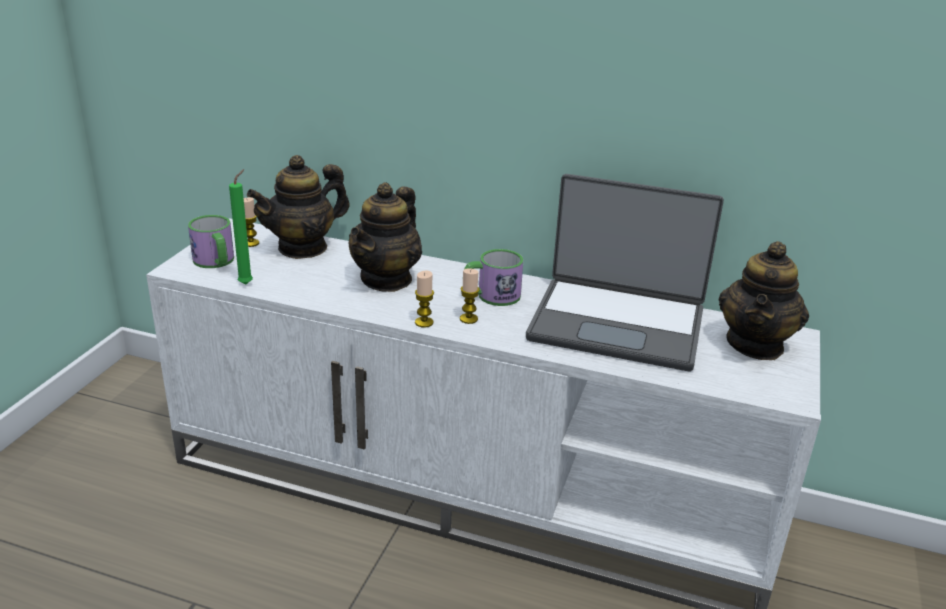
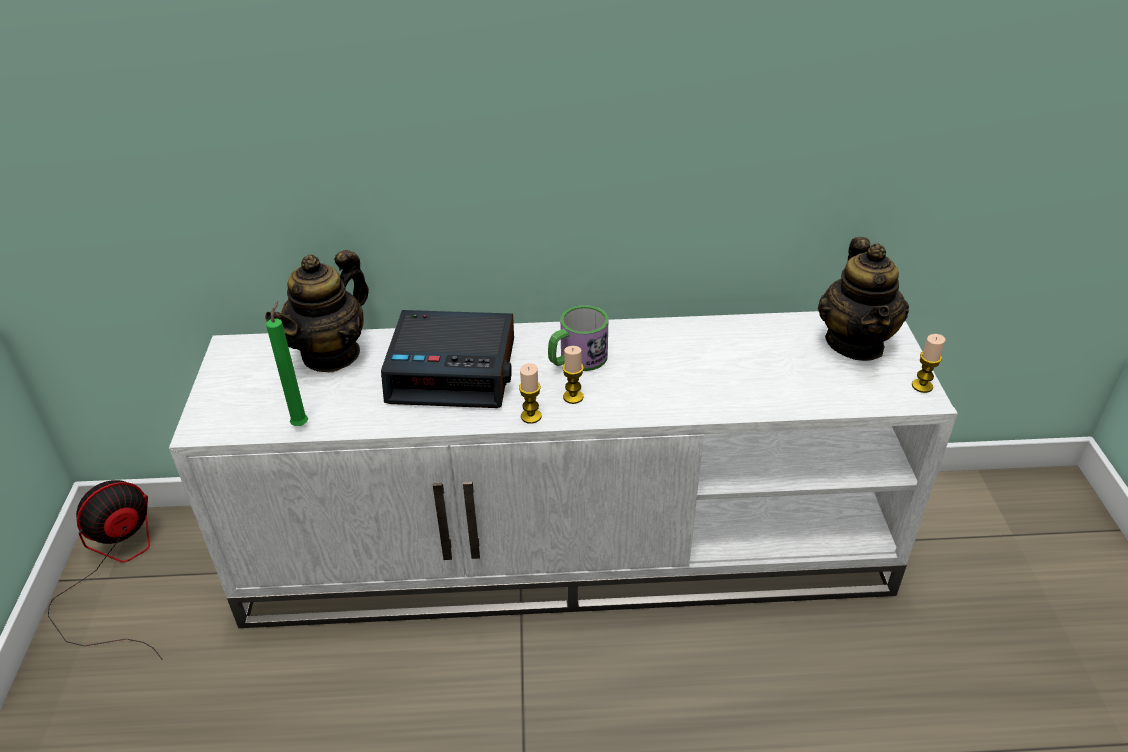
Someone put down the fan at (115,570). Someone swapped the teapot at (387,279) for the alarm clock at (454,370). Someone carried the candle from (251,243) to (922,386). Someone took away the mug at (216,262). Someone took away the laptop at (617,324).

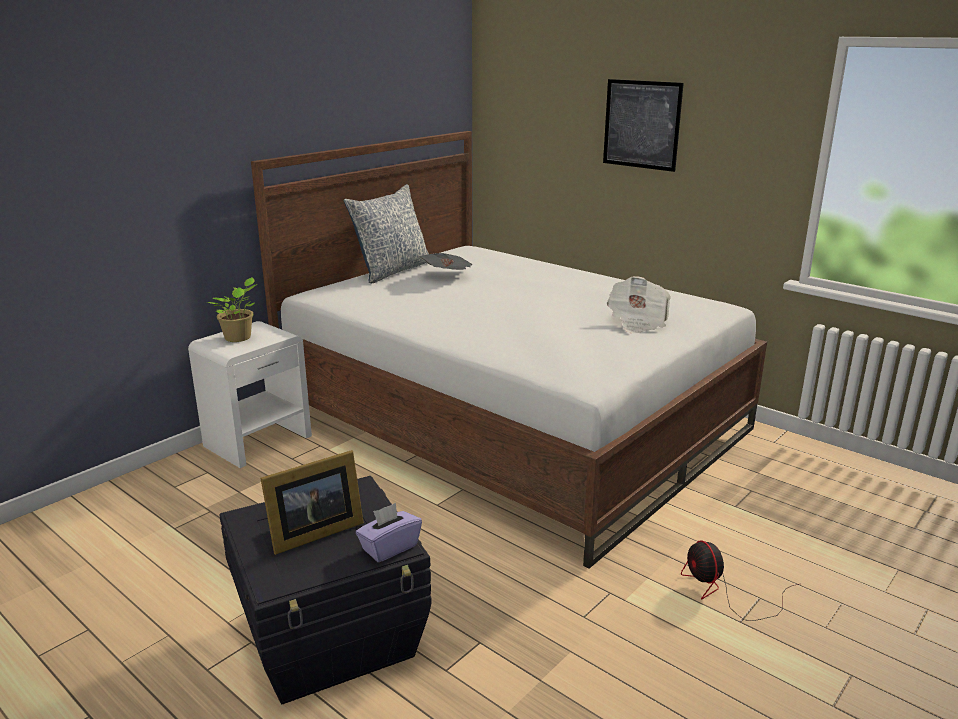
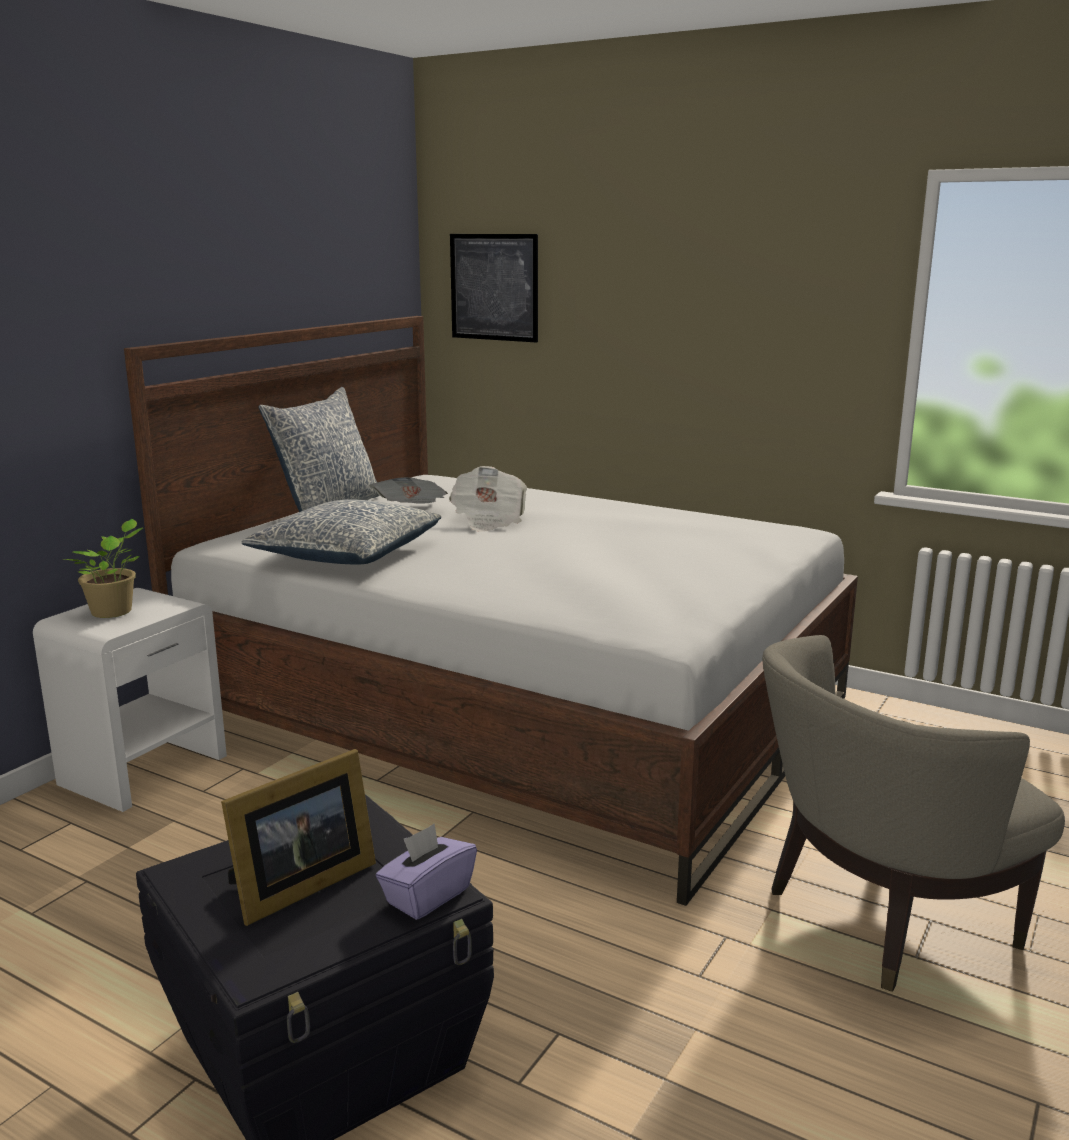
Someone put down the pillow at (347,554). Someone carried the newspaper from (637,322) to (488,520). Someone carried the picture from (641,124) to (494,287). Someone swapped the fan at (724,592) for the armchair (beige) at (881,918).

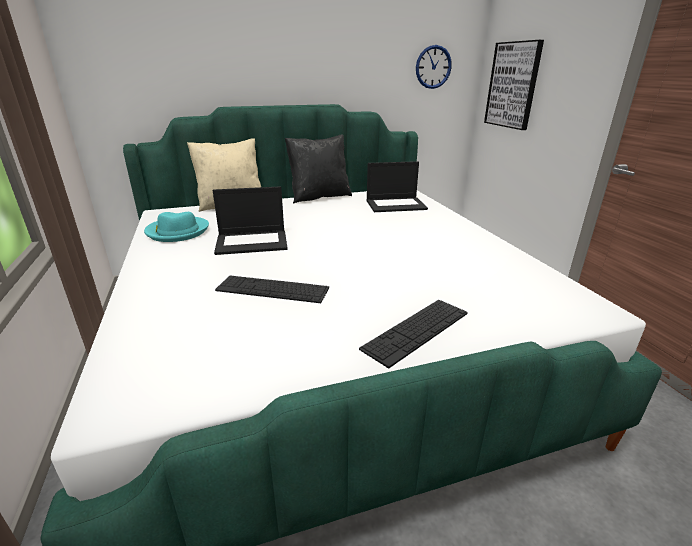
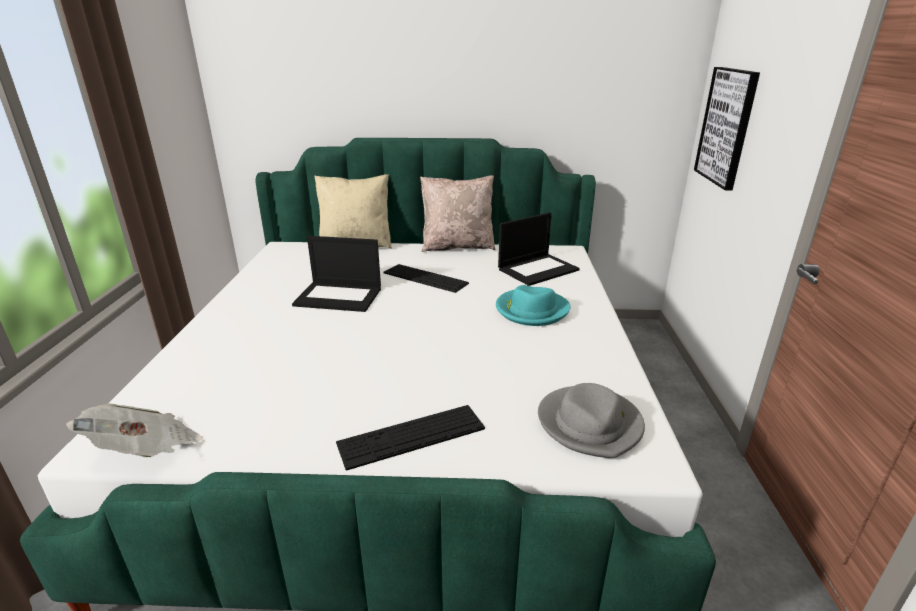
Someone put down the newspaper at (147,450). Someone carried the keyboard from (272,289) to (425,278). Someone repainted the pillow (black) at (319,197), which became the pillow (beige) at (457,246). Someone carried the hat (turquoise) from (177,231) to (531,310). Someone rotated the laptop at (396,204) by 45 degrees counterclockwise. Someone put down the hat (grey) at (590,424). Someone took away the wall clock at (433,67).

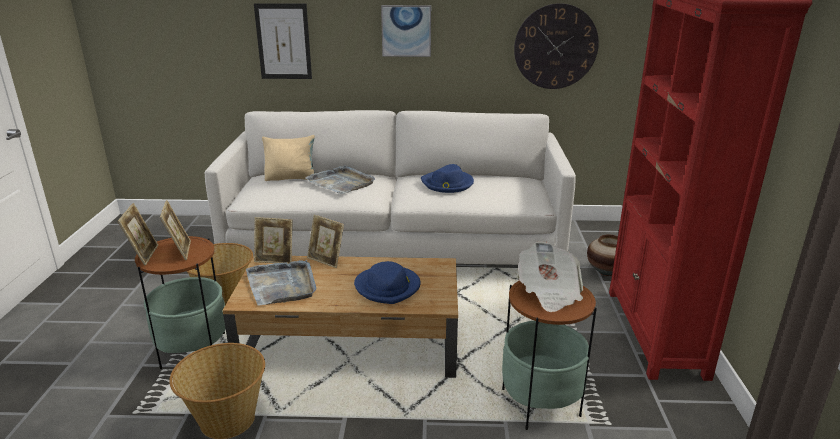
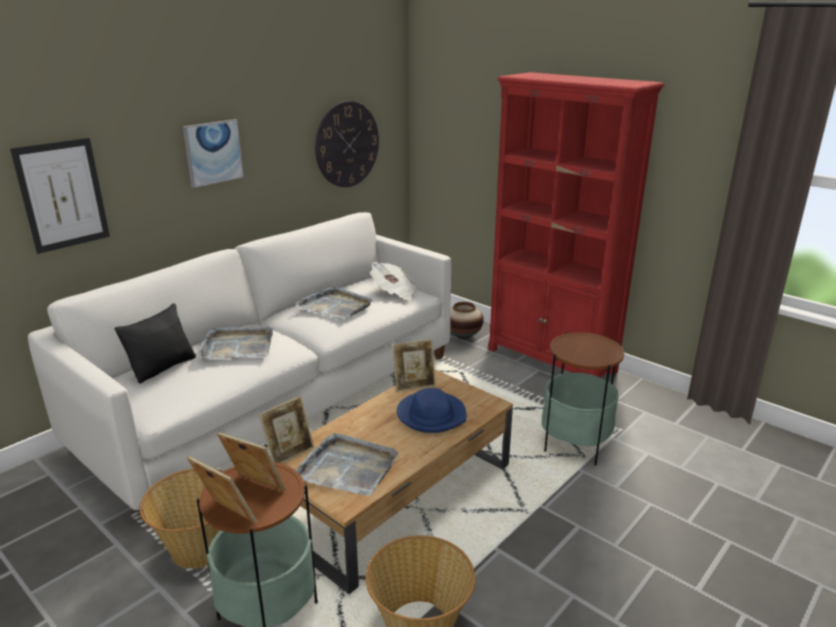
Someone repainted the pillow (beige) at (291,178), which became the pillow (black) at (163,367). Someone swapped the hat (blue) at (447,184) for the tray (grey) at (335,306). Someone carried the newspaper from (548,292) to (394,292). Someone carried the picture frame from (326,260) to (414,385).

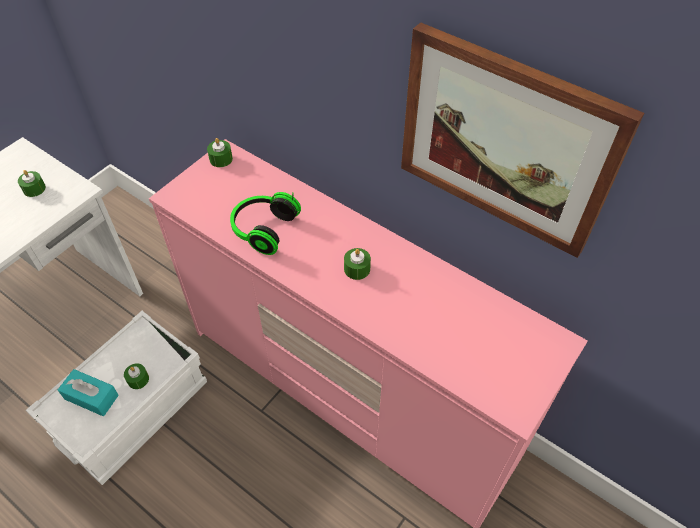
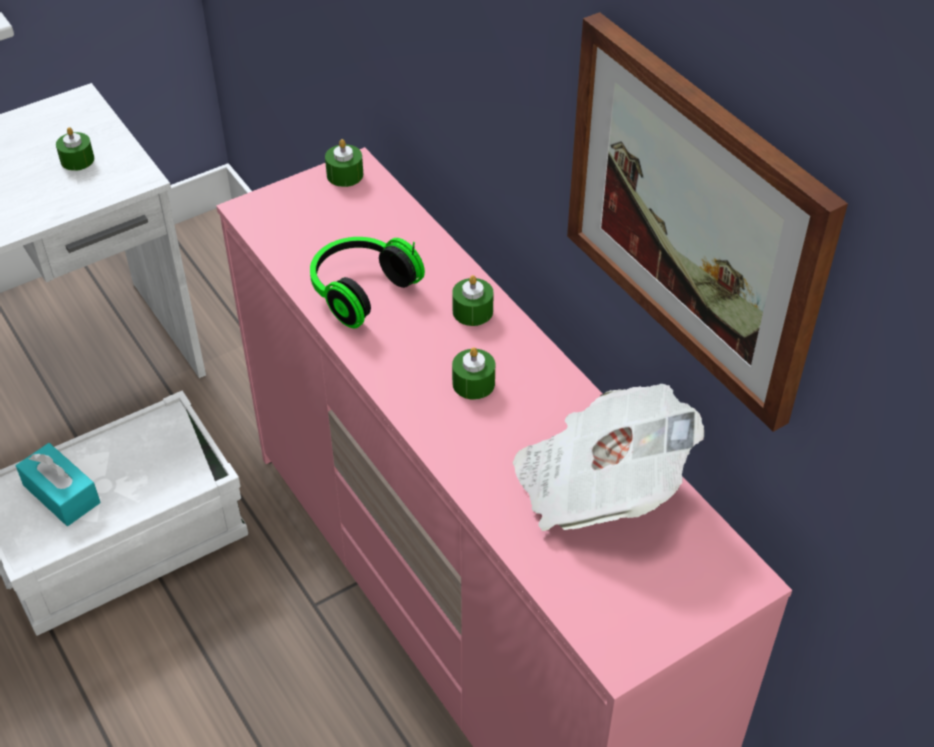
Someone carried the candle (green) from (138,379) to (472,311). Someone put down the newspaper at (598,486).

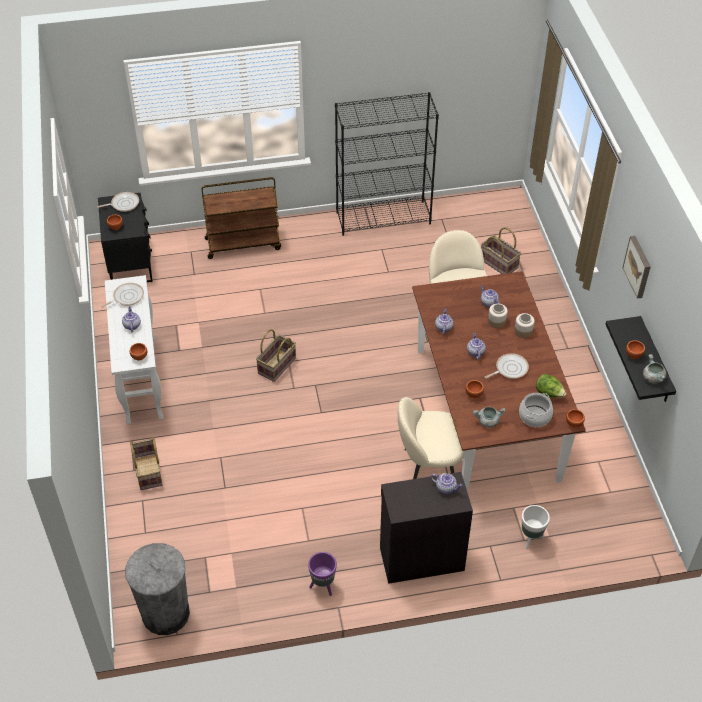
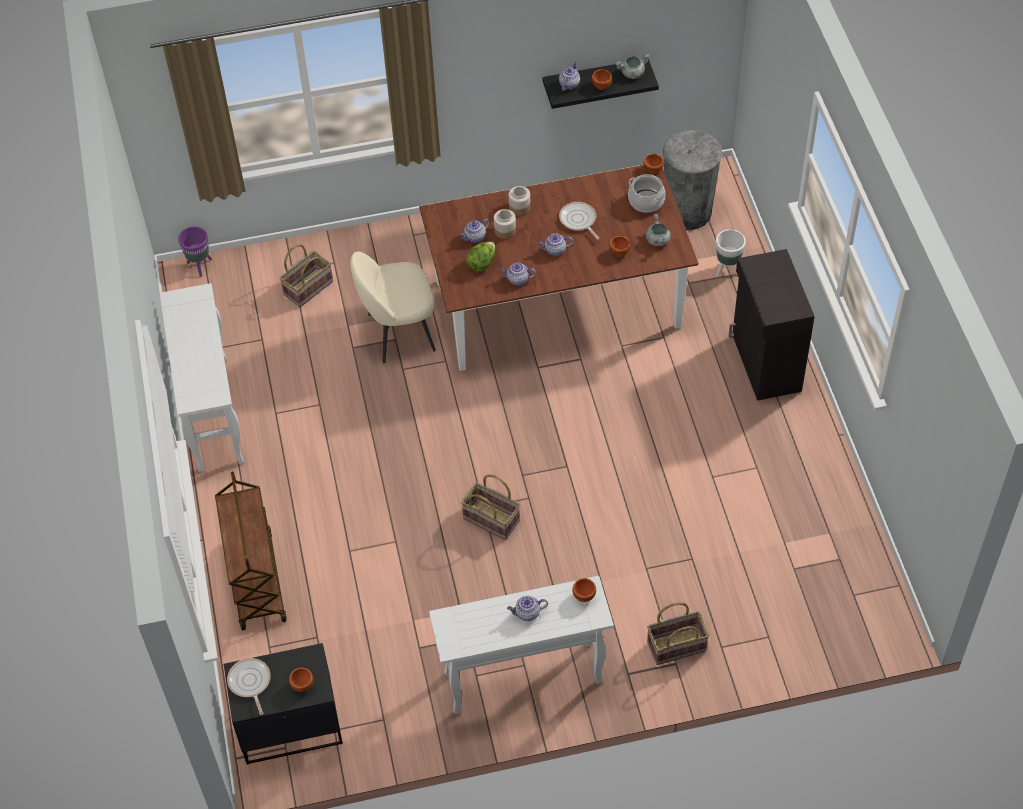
Someone swapped the bookcase (black) at (384,218) for the console table (white) at (212,412). Someone carried the planter (purple) from (323,586) to (200,266). Someone carried the lettuce from (549,393) to (481,263). Someone carried the teapot from (446,488) to (569,84). Someone carried the trash can (grey) from (165,613) to (687,212). Someone took away the frying pan at (126,297). Someone took away the chair (beige) at (428,470). Someone took away the picture at (638,266).

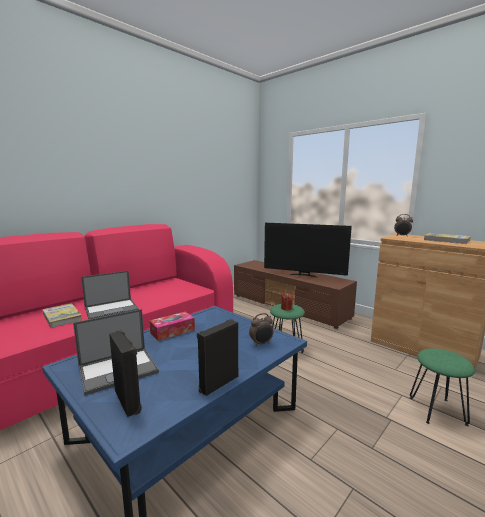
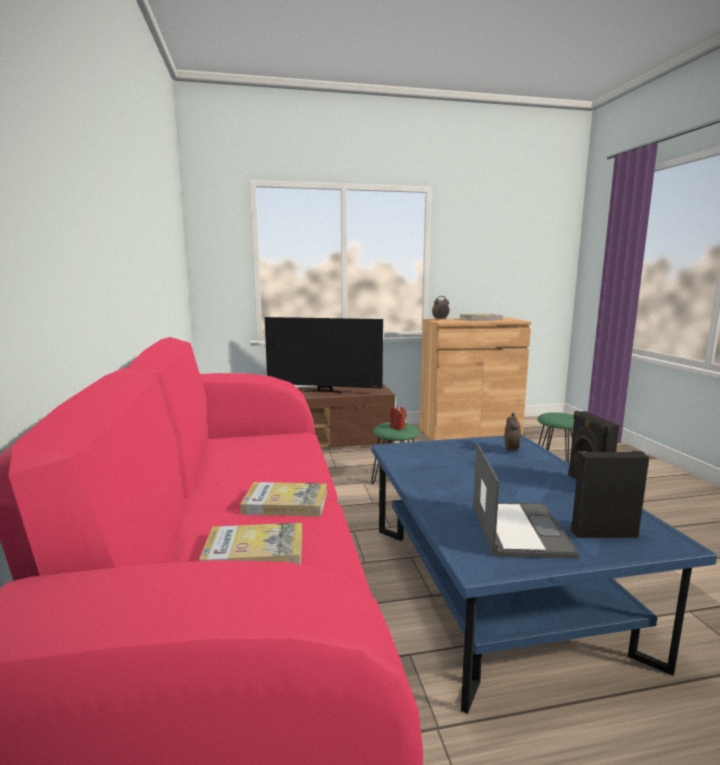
Someone swapped the laptop at (112,309) for the book at (285,503). Someone rotated the television at (304,275) by 45 degrees clockwise. Someone took away the tissue box at (172,331).

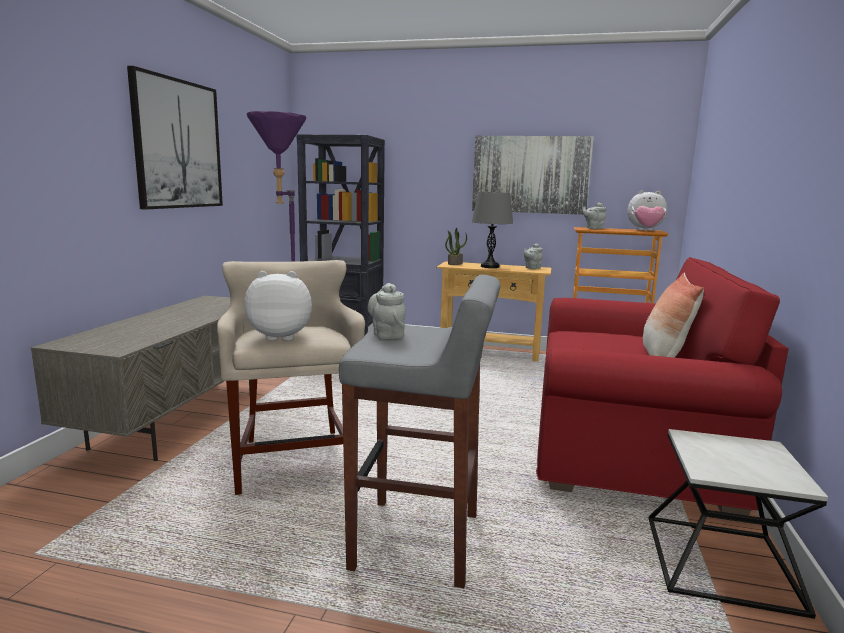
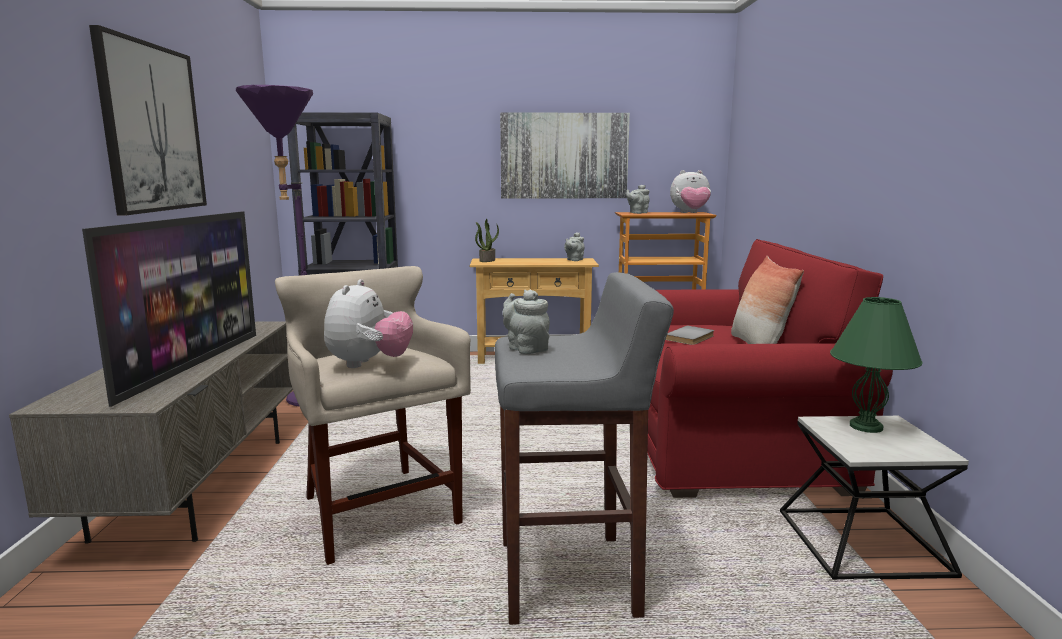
Someone put down the television at (192,365). Someone rotated the plush toy at (281,337) by 120 degrees clockwise. Someone put down the book (grey) at (691,338). Someone put down the table lamp (green) at (866,427). Someone took away the table lamp (grey) at (490,266).

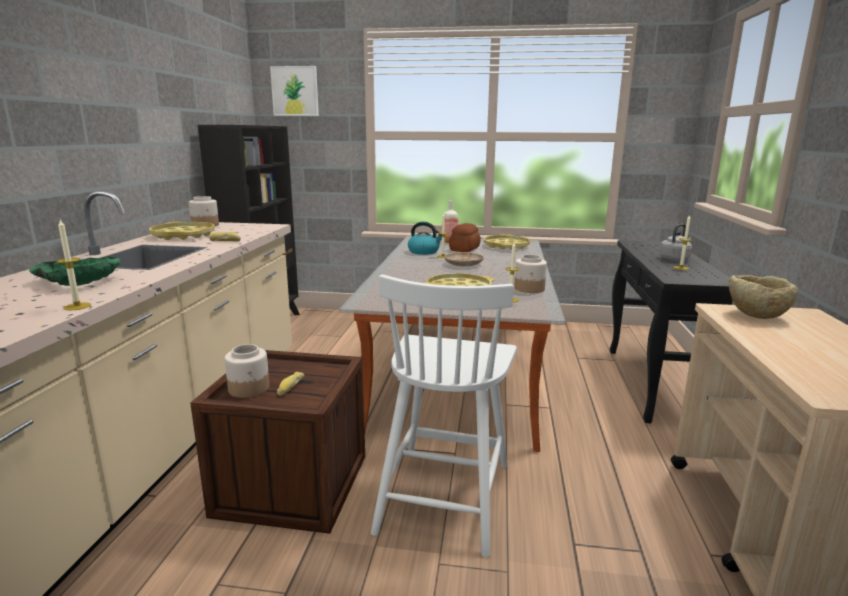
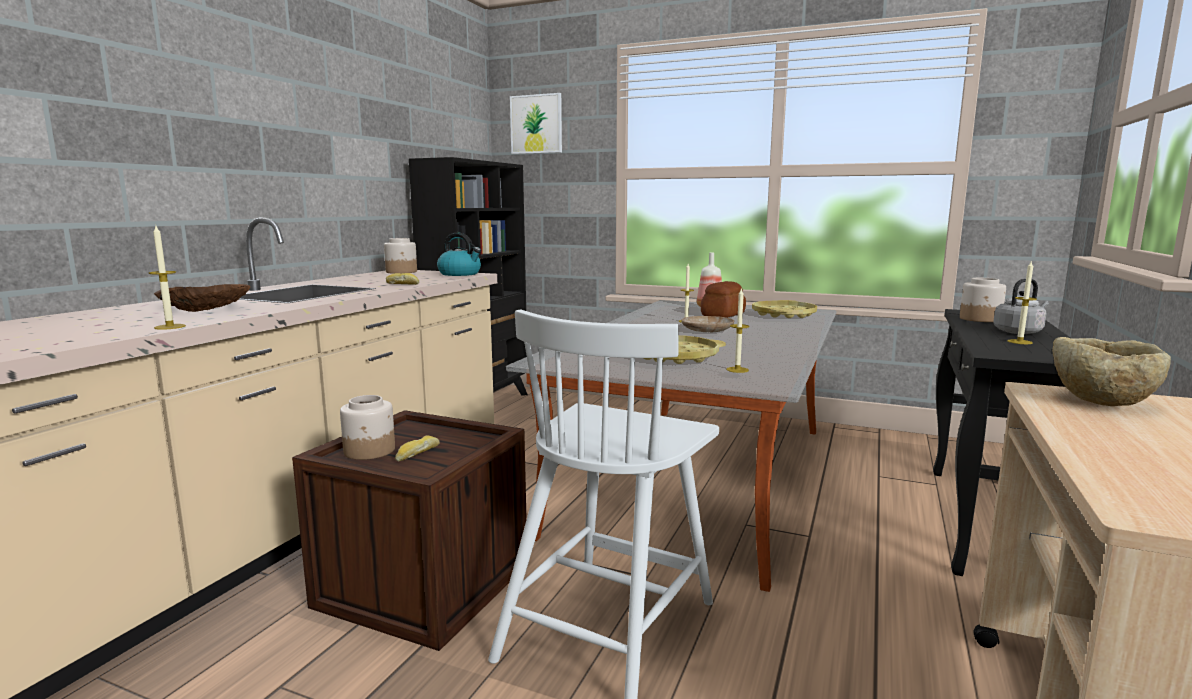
Someone repainted the bowl (green) at (80,281), which became the bowl (brown) at (204,309). Someone carried the kettle from (424,252) to (460,274). Someone carried the jar from (529,289) to (980,319). Someone took away the tray (yellow) at (183,235).

